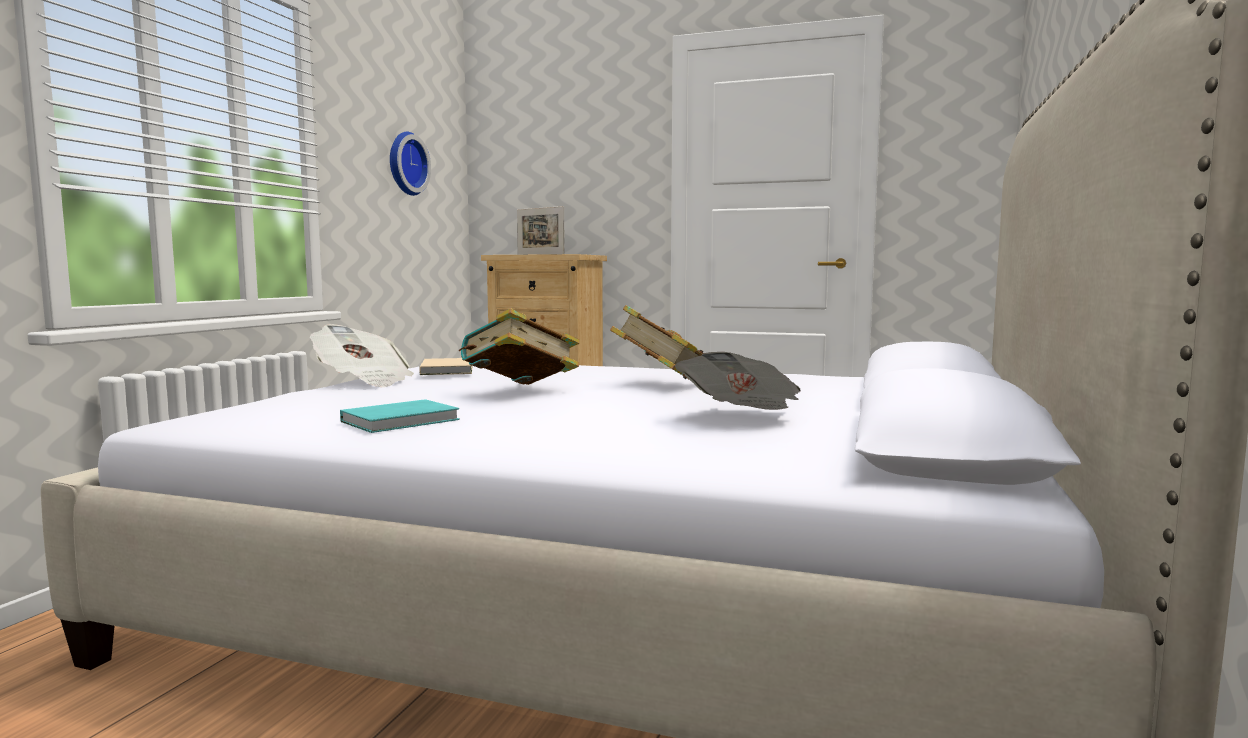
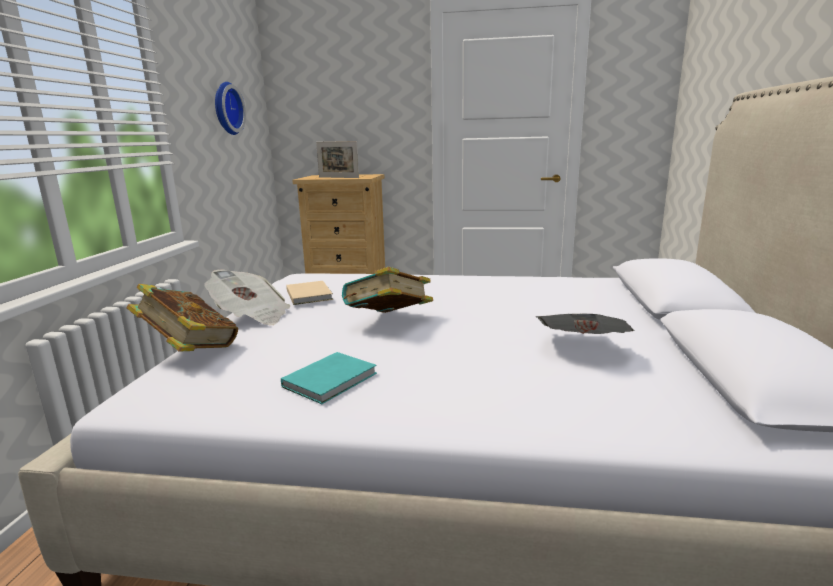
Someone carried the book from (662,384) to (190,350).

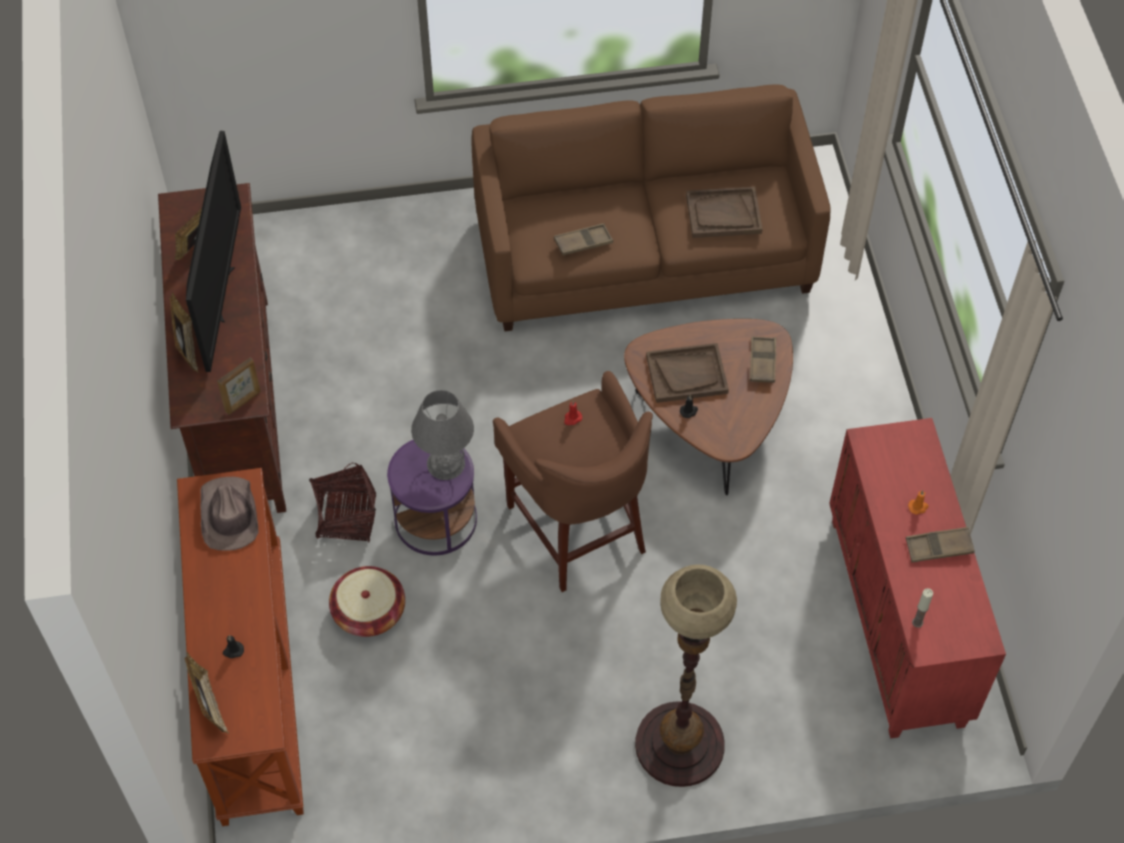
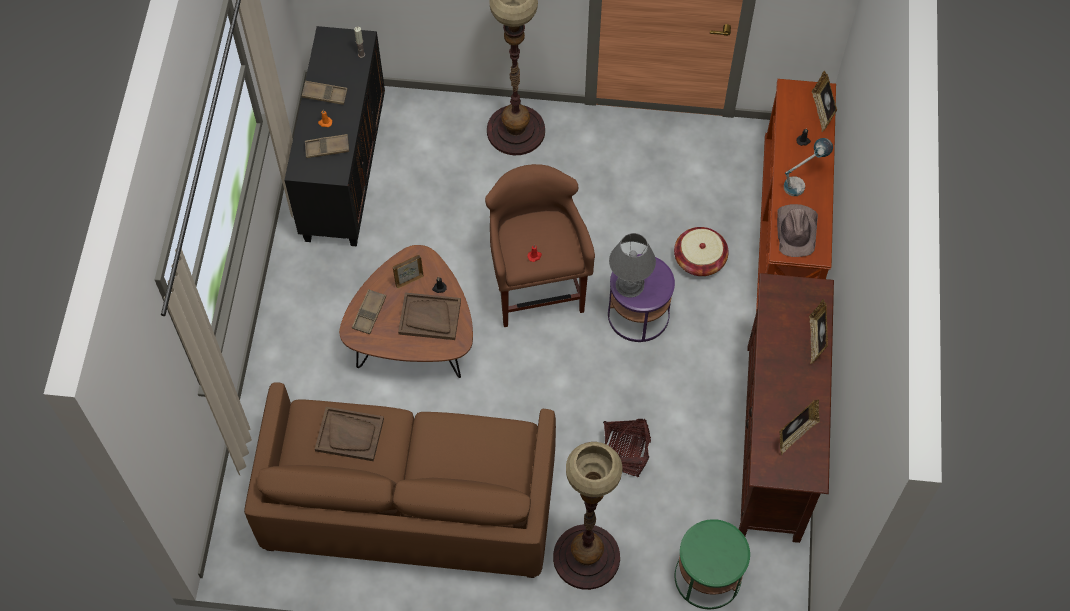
Someone repainted the cabinet (red) at (898,622), which became the cabinet (black) at (343,170). Someone carried the tray (brown) from (583,242) to (327,148). Someone carried the picture frame from (243,401) to (409,281). Someone put down the floor lamp at (586,557). Someone carried the basket from (346,518) to (624,453). Someone put down the side table (green) at (707,577). Someone put down the table lamp at (801,183). Someone took away the television at (221,293).

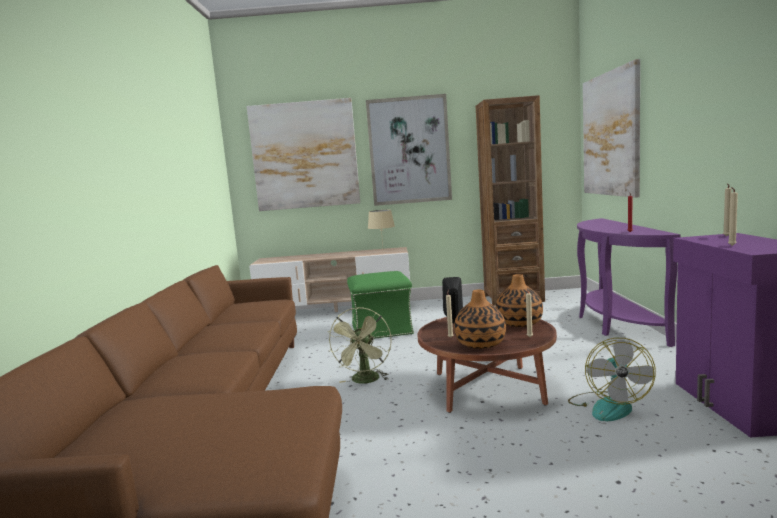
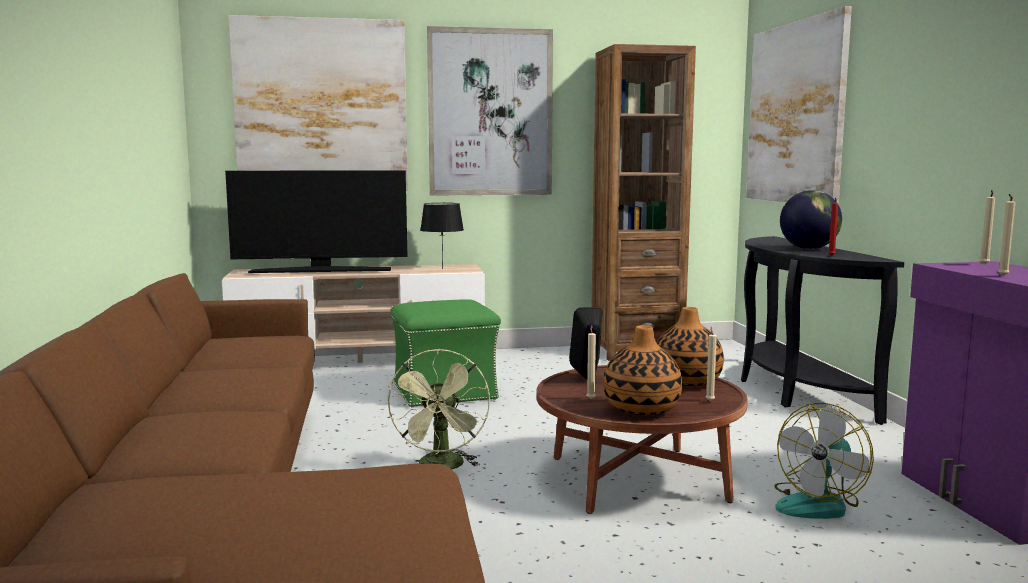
Someone put down the television at (322,271). Someone repainted the table lamp (beige) at (383,251), which became the table lamp (black) at (442,269). Someone repainted the console table (purple) at (614,324), which became the console table (black) at (793,391). Someone rotated the fan at (608,406) by 45 degrees clockwise. Someone put down the globe at (809,249).

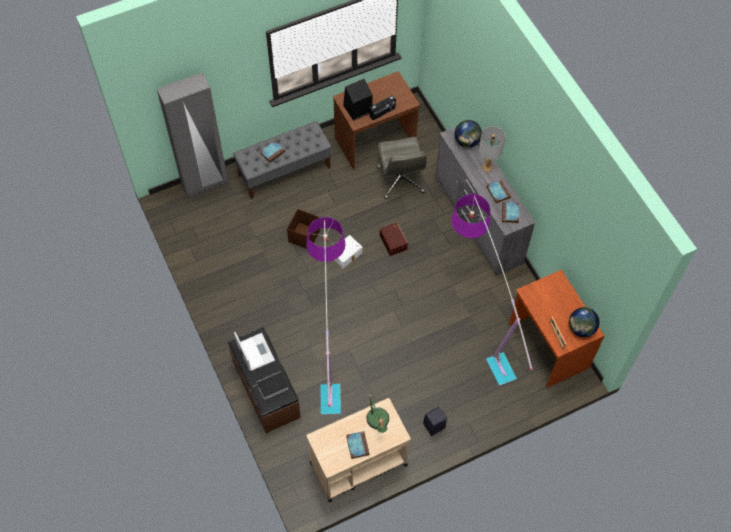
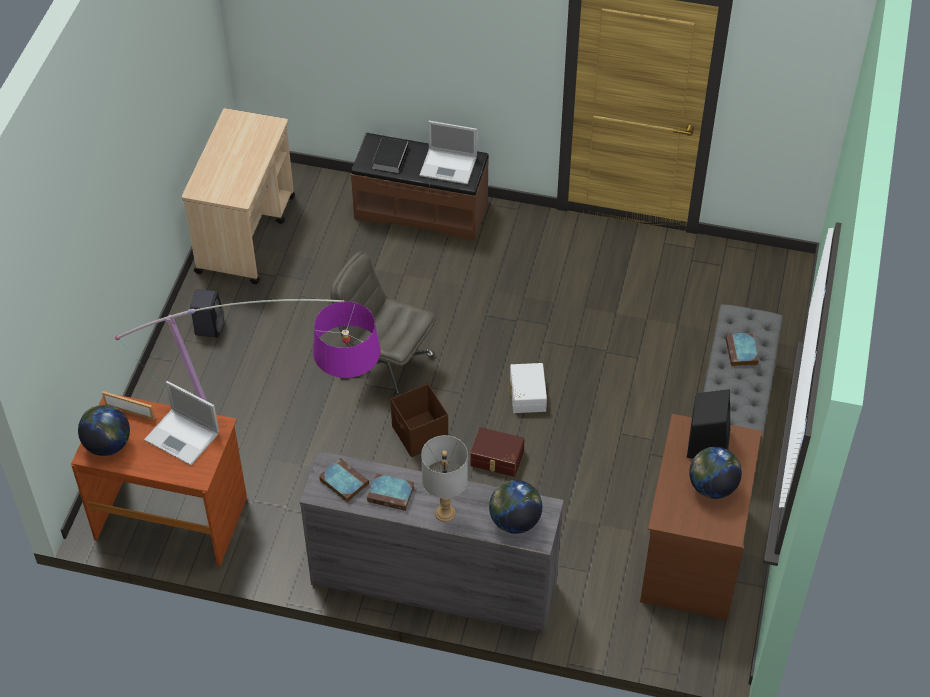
Someone put down the laptop at (183,437). Someone carried the office chair (grey) from (401,180) to (385,366). Someone carried the storage box (brown) from (304,236) to (420,435). Someone put down the globe at (712,487). Someone took away the wardrobe (grey) at (205,185). Someone took away the floor lamp at (329,346). Someone took away the book at (357,445). Someone took away the table lamp at (378,422). Someone took away the radio at (382,113).

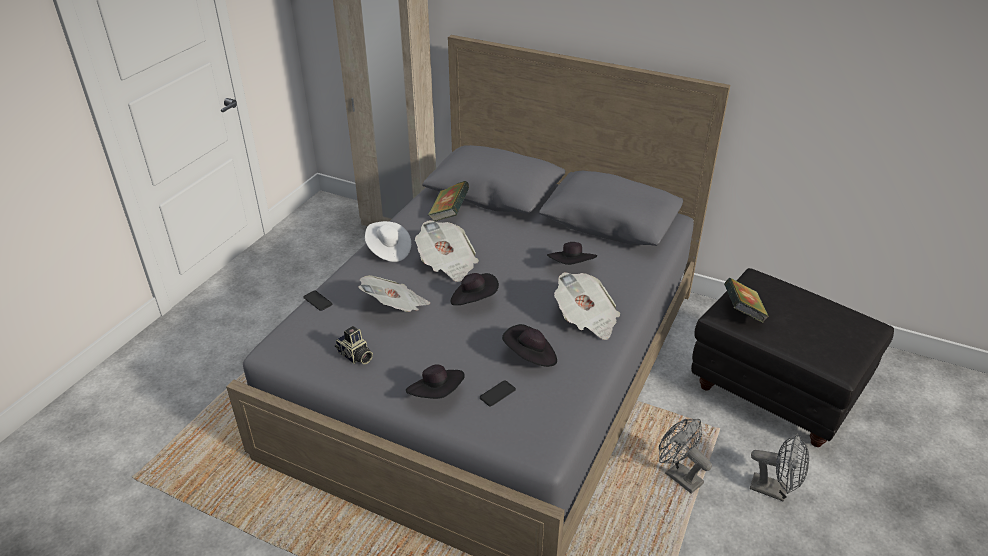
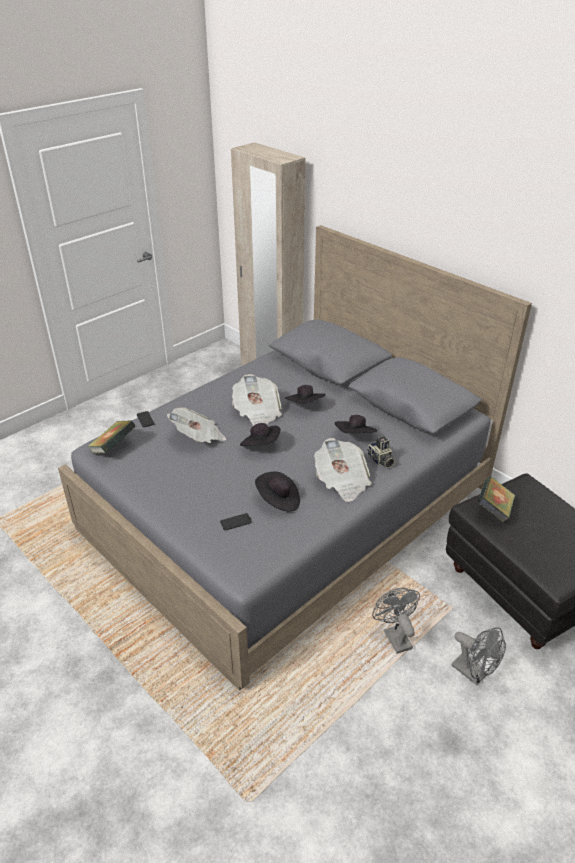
Someone carried the book from (449,213) to (113,448). Someone carried the hat (black) from (437,394) to (305,406). Someone carried the photo camera from (355,356) to (380,460). Someone took away the hat (white) at (388,250).

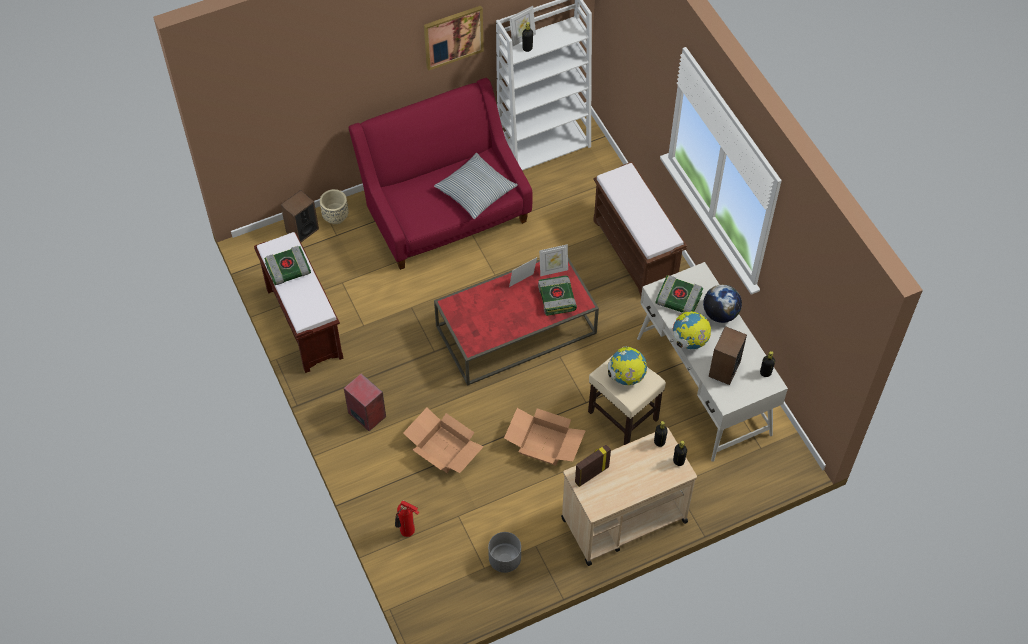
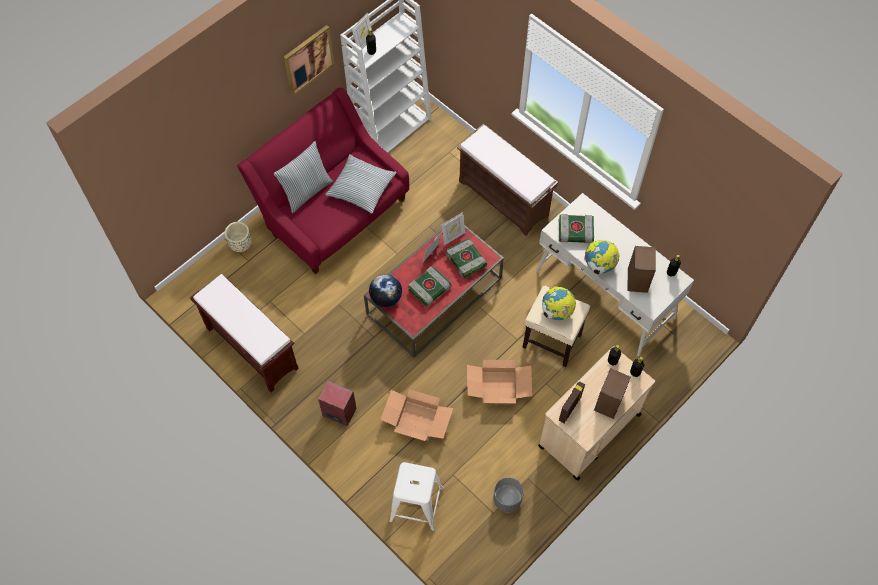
Someone put down the pillow at (306,191). Someone carried the globe from (720,314) to (386,298). Someone swapped the fire extinguisher at (407,532) for the stool (white) at (416,504). Someone carried the book from (287,270) to (429,289). Someone carried the speaker from (302,230) to (608,403).

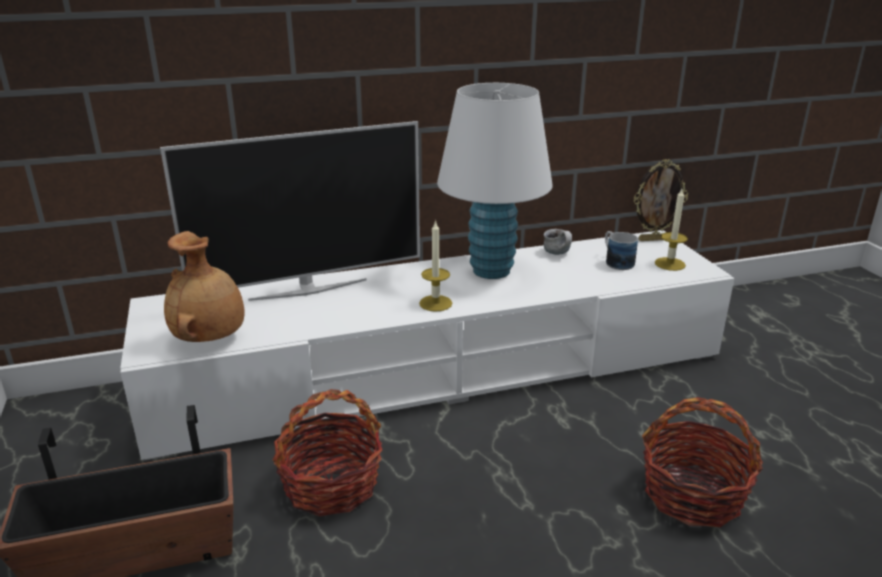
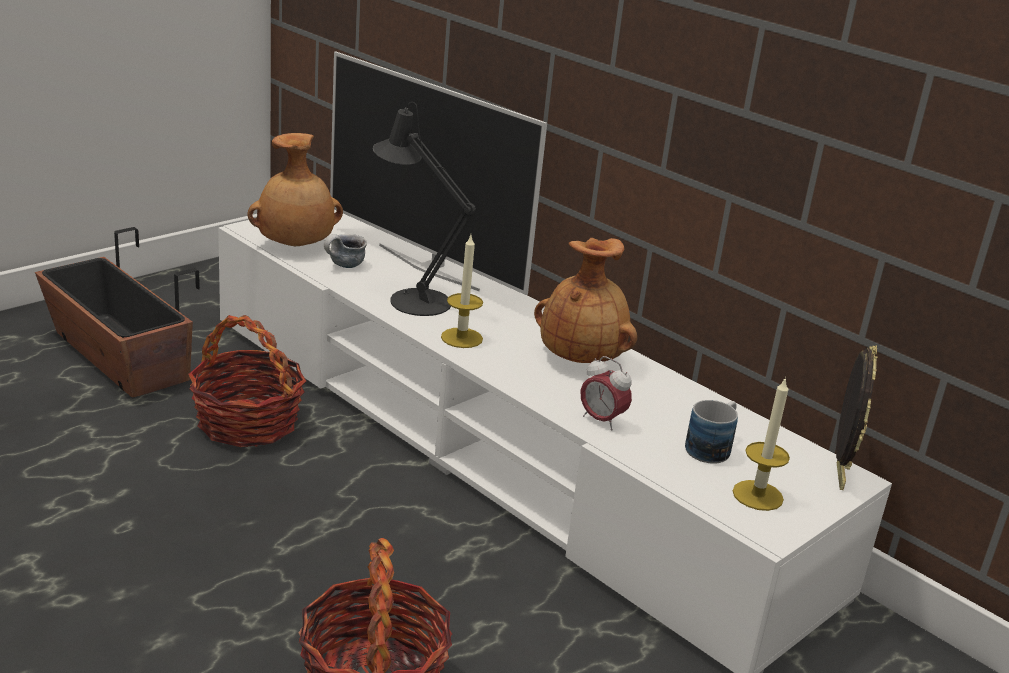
Someone carried the mug from (559,254) to (344,266). Someone put down the table lamp (black) at (413,299). Someone swapped the table lamp (white) at (491,270) for the vase (brown) at (581,359). Someone put down the alarm clock at (601,420). Someone rotated the picture frame at (653,239) by 135 degrees counterclockwise.

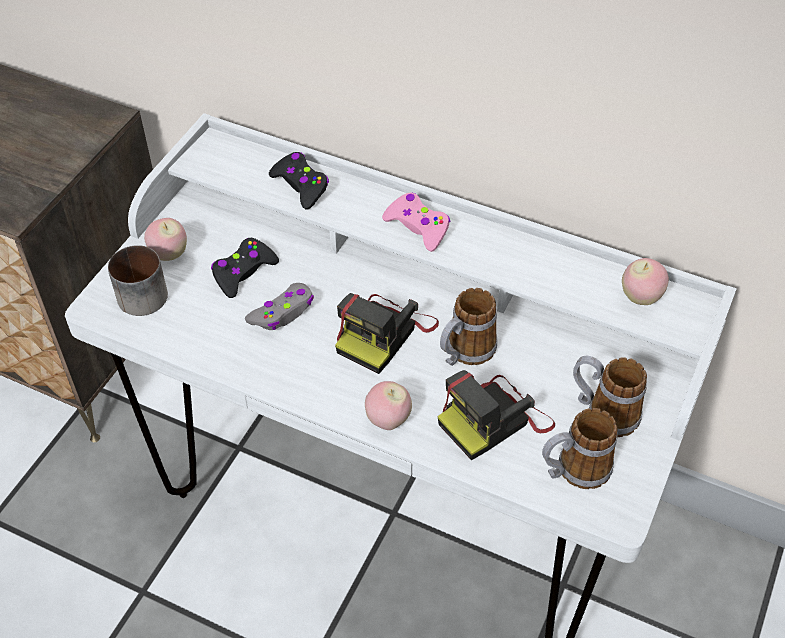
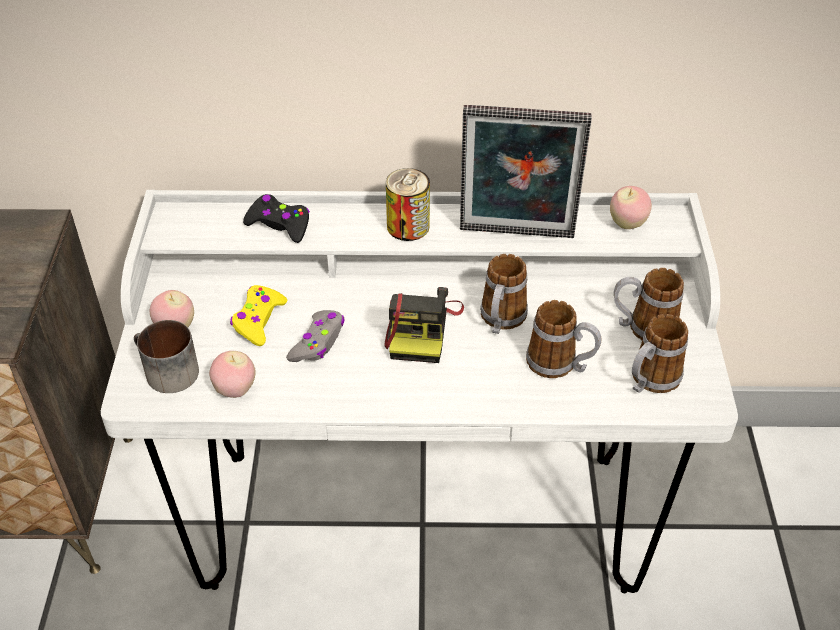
Someone carried the apple from (388,420) to (235,390). Someone repainted the game controller (black) at (243,272), which became the game controller (yellow) at (258,320). Someone swapped the game controller (pink) at (418,227) for the can at (408,226). Someone put down the picture frame at (516,235). Someone swapped the photo camera at (494,420) for the mug at (560,365).

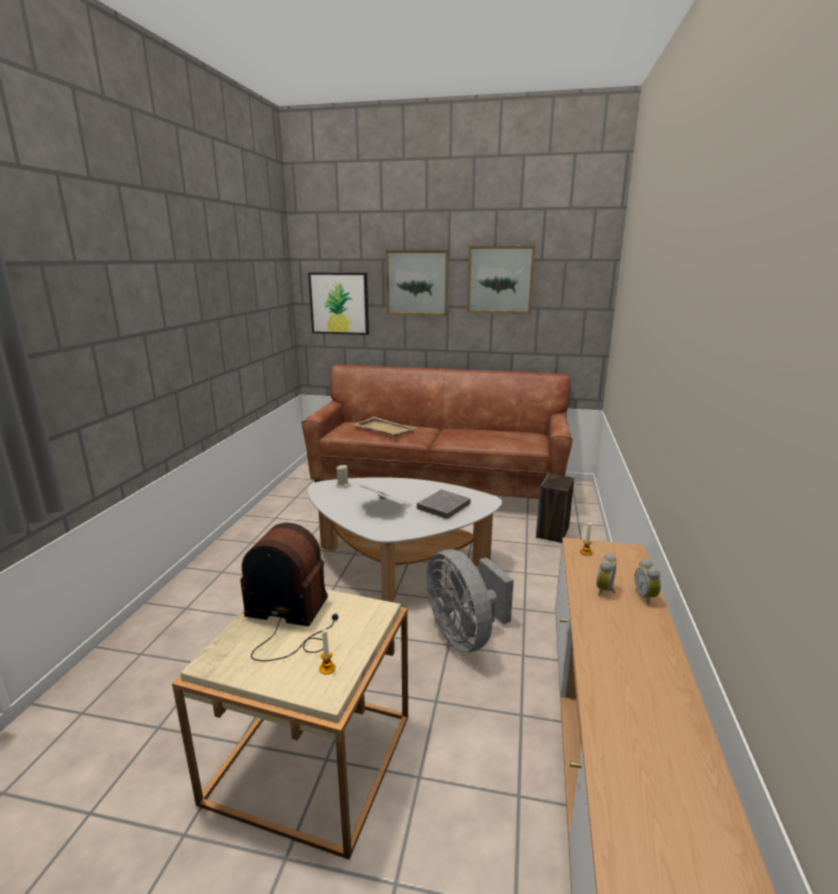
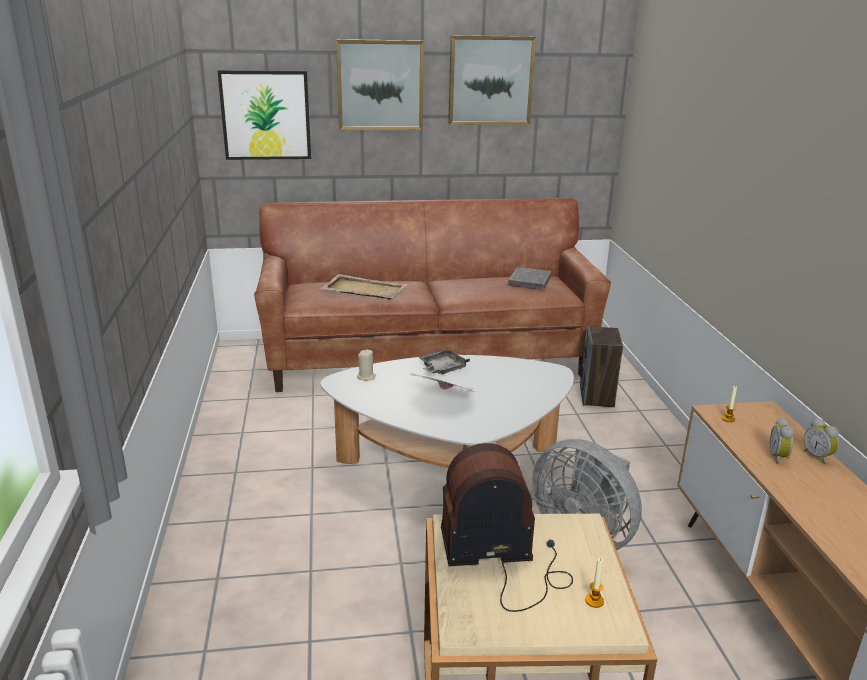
Someone put down the tray (grey) at (442,368). Someone carried the book (grey) from (443,507) to (529,282).

